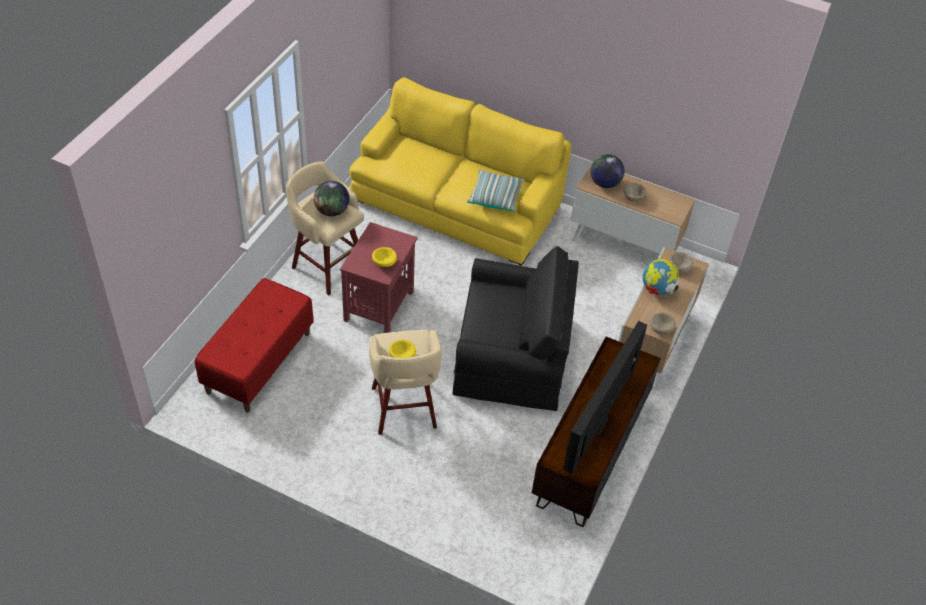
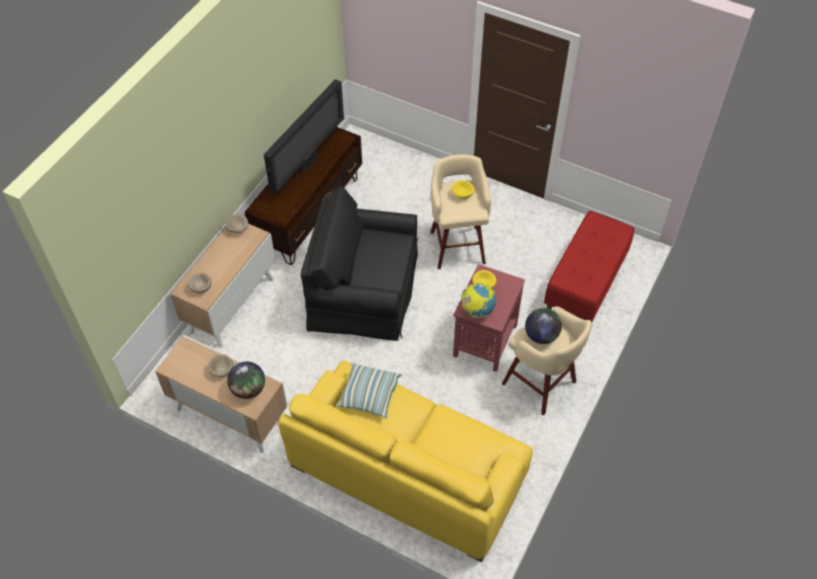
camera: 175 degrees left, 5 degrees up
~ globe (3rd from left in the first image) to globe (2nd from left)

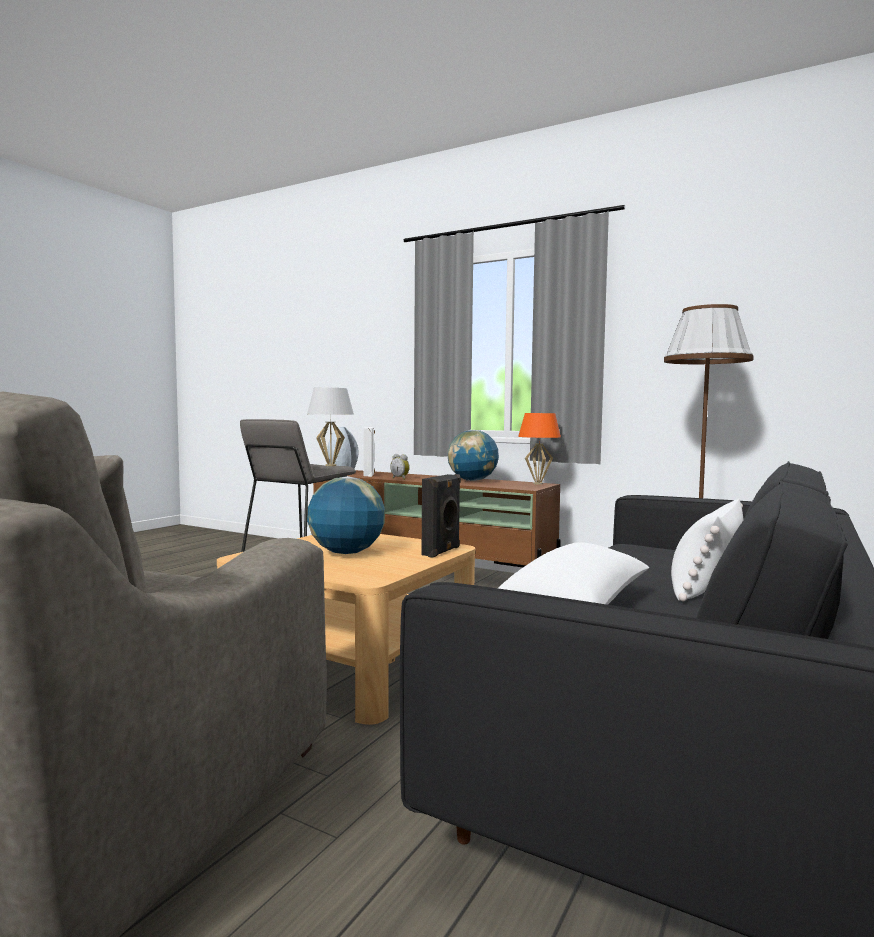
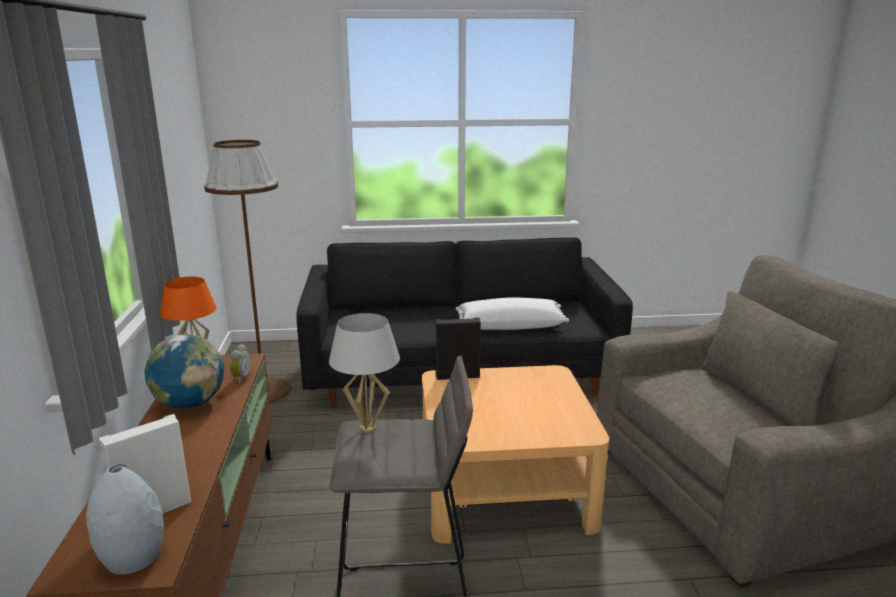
camera: 125 degrees left, 15 degrees up
~ alarm clock
- globe (1st from left)
- pillow in white (2nd from left)

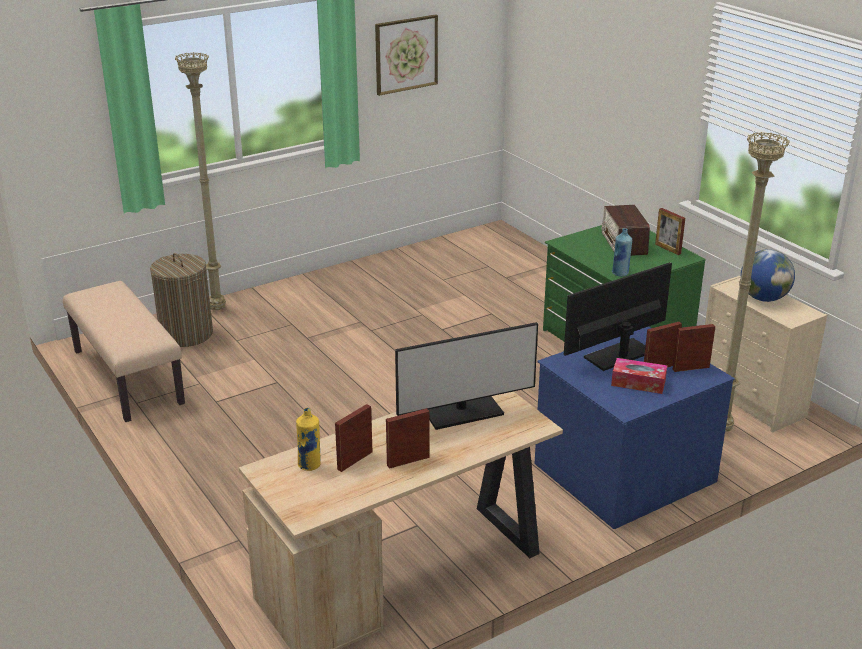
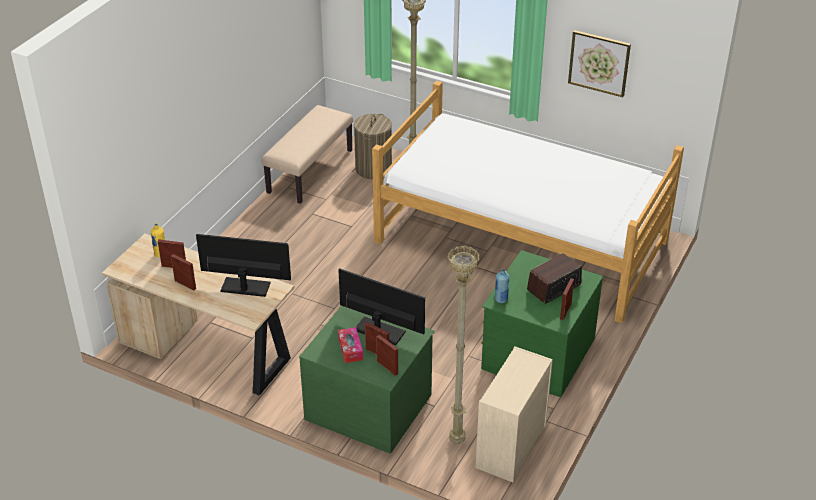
camera: 60 degrees right, 10 degrees up
~ monitor (1st from left) 150 degrees clockwise
~ dresser in blue to dresser in green (1st from left)
+ bed
- globe

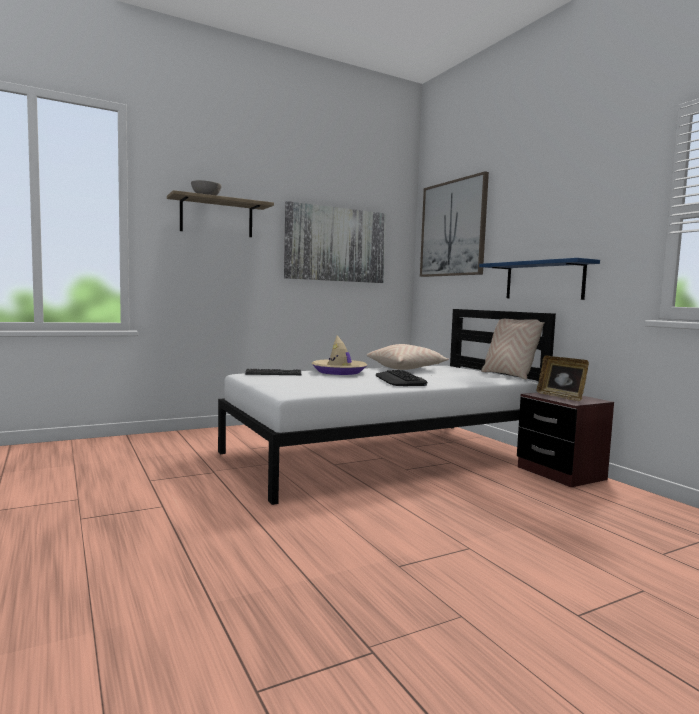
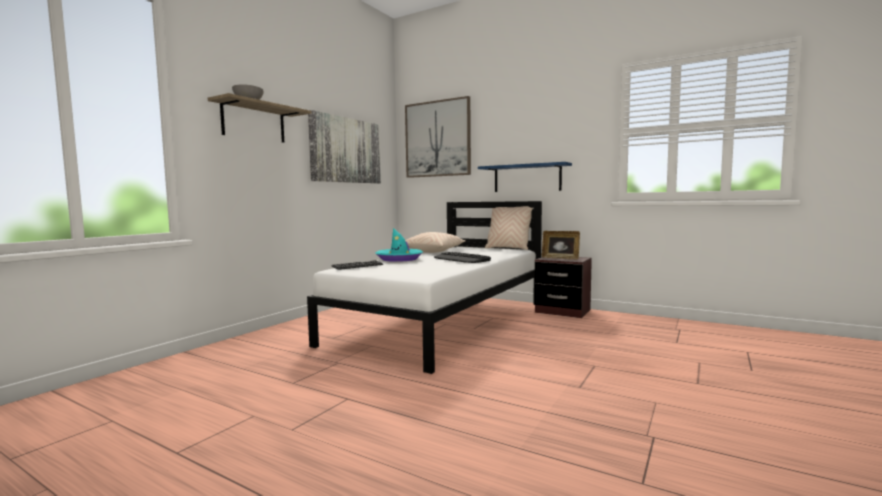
camera: 30 degrees left, 0 degrees up
~ hat in beige to hat in turquoise

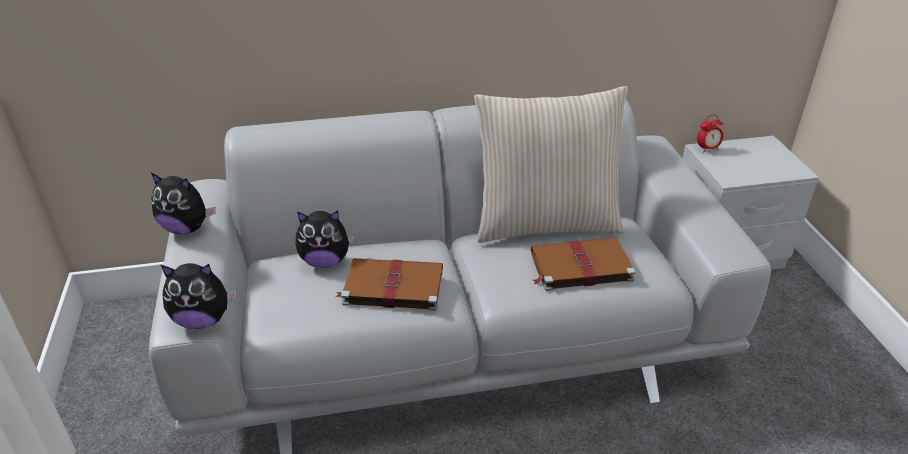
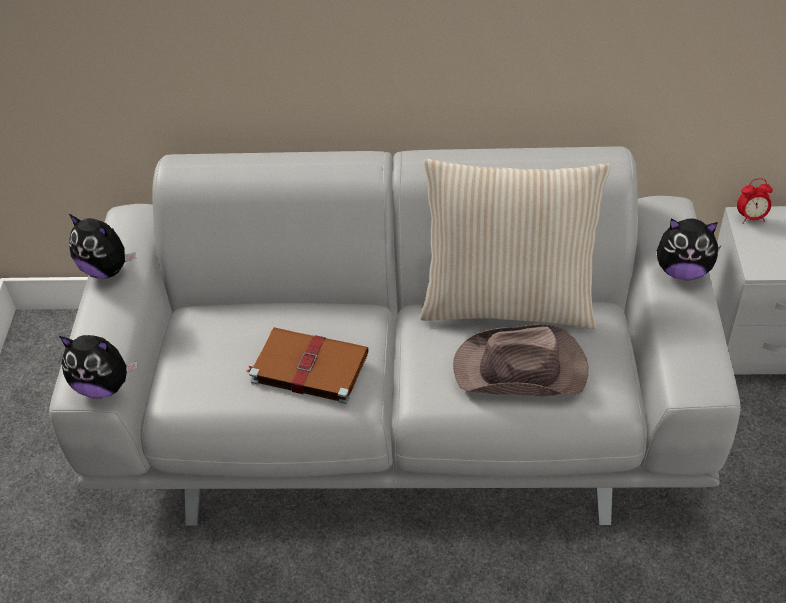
camera: 15 degrees right, 10 degrees up
~ book in brown (2nd from left) to hat in brown
~ plush toy (3rd from left)

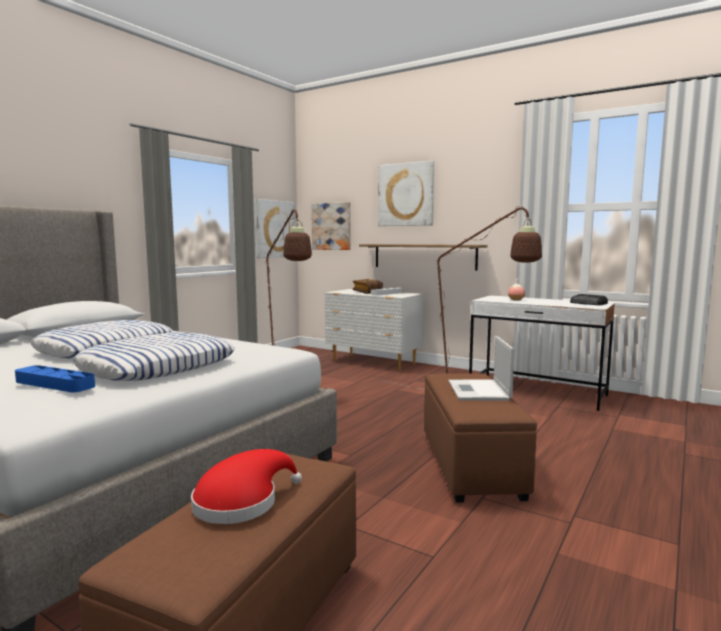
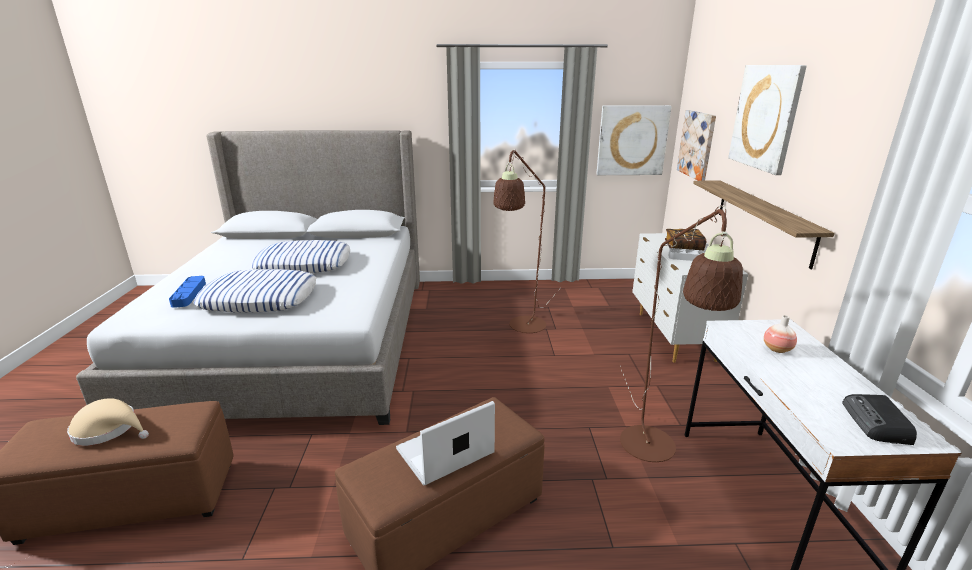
camera: 55 degrees right, 15 degrees up
~ hat in red to hat in beige

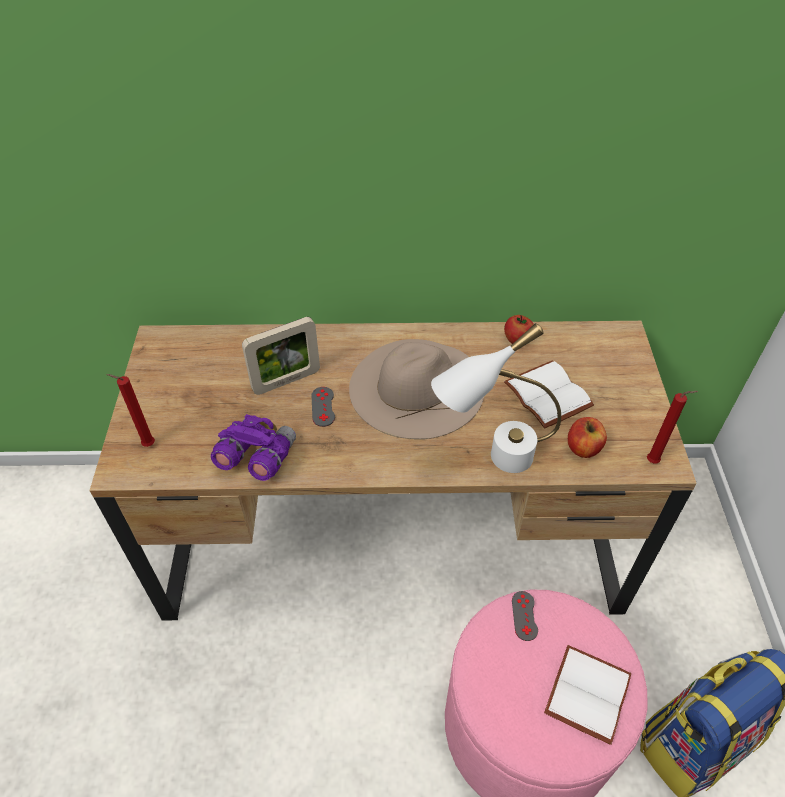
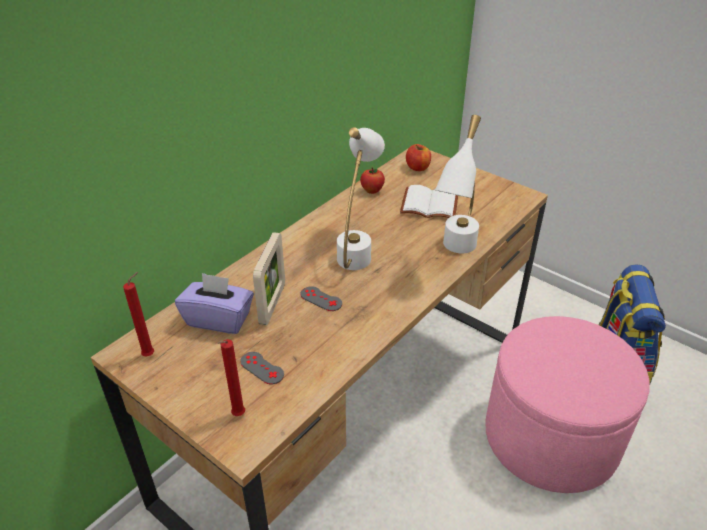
camera: 50 degrees left, 10 degrees down
~ candle in red (2nd from left in the first image) to candle in red (1st from left)
+ tissue box in purple
~ game controller in grey (2nd from left in the first image) to game controller in grey (1st from left)
~ hat in beige to table lamp in white (1st from left)
~ apple (2nd from left)
- binoculars in purple
- book in white (2nd from left)

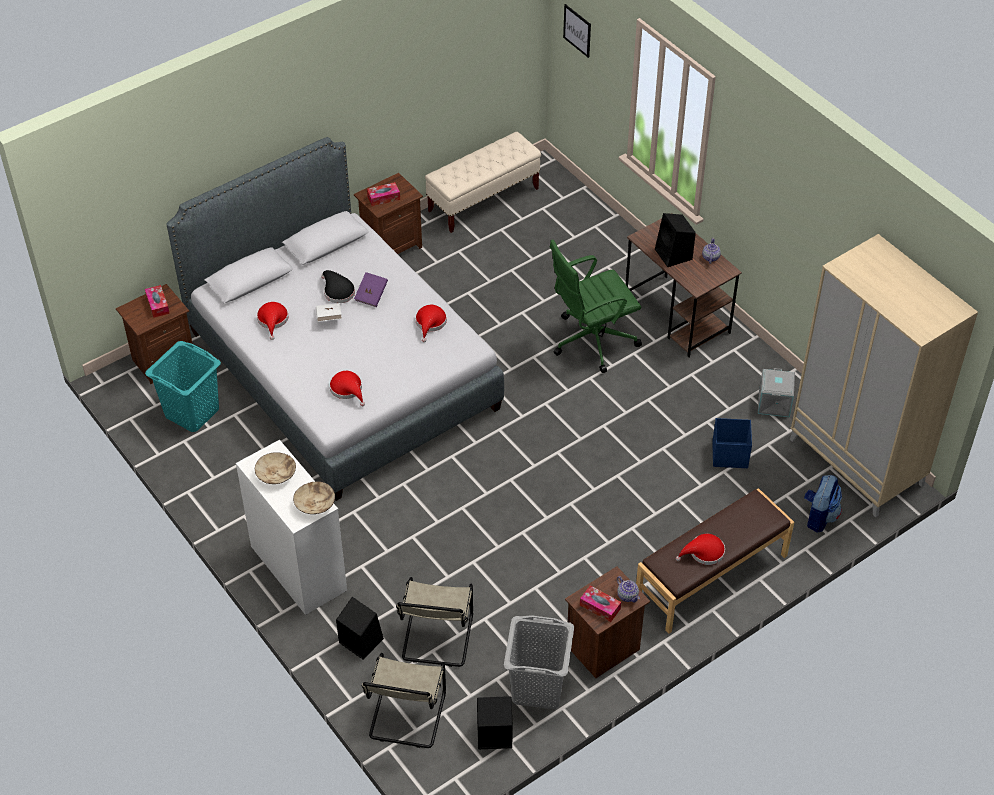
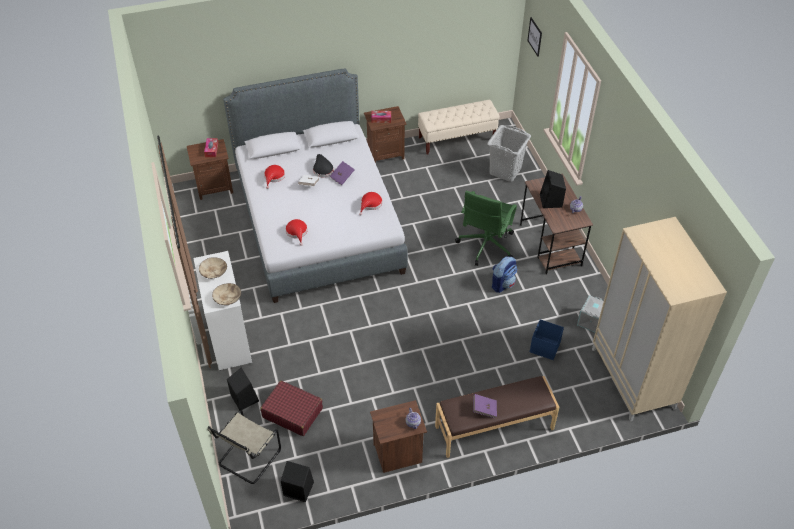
camera: 20 degrees right, 0 degrees up
~ chair in beige (2nd from left) to suitcase in red
~ office chair in green 60 degrees counterclockwise
~ hat in red (4th from left) to book in purple (2nd from left)
~ laundry basket in grey
~ backpack
- laundry basket in turquoise
- tissue box (3rd from left)

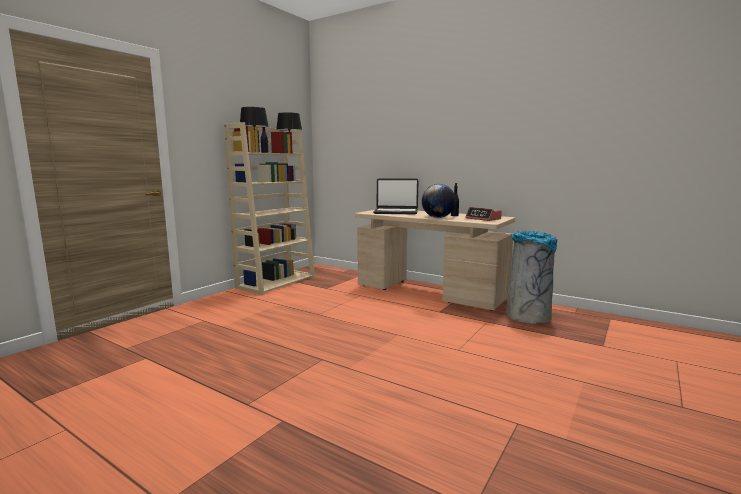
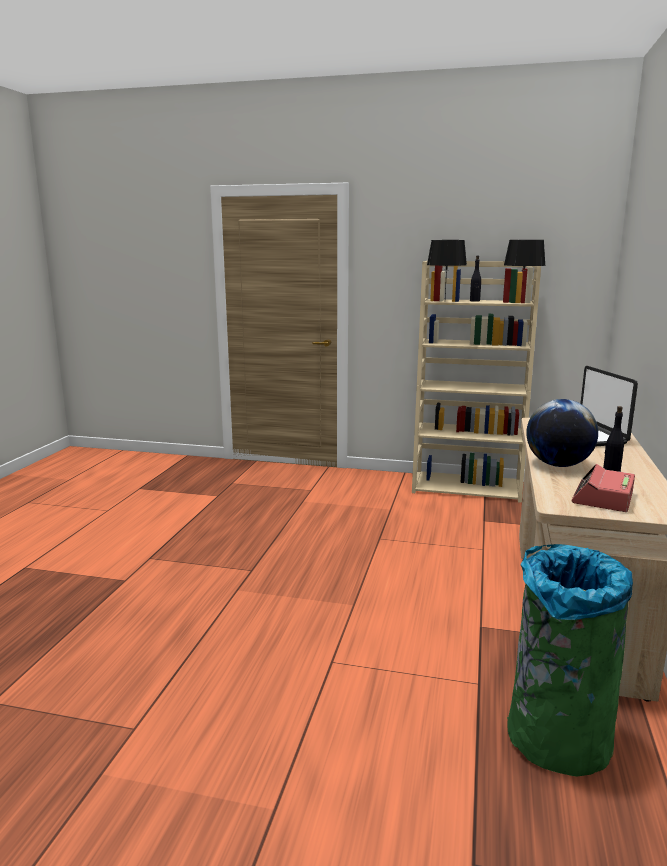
camera: 70 degrees right, 5 degrees up
~ trash can in grey to trash can in green

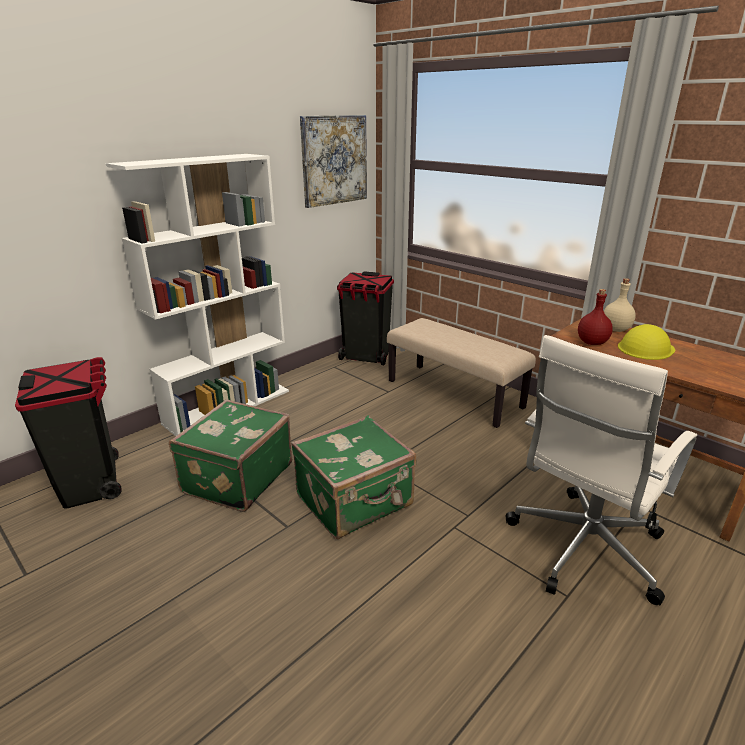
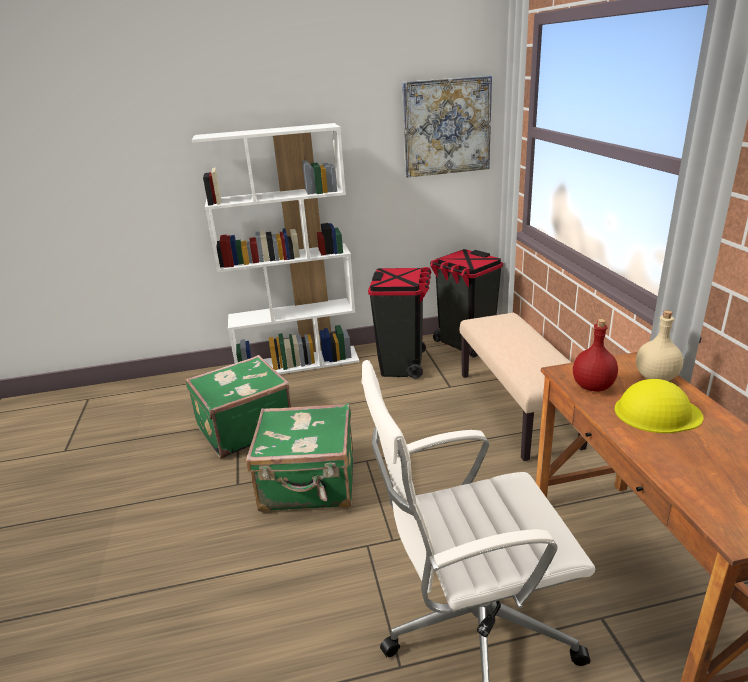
camera: 35 degrees right, 0 degrees up
~ trash can in black (1st from left)

